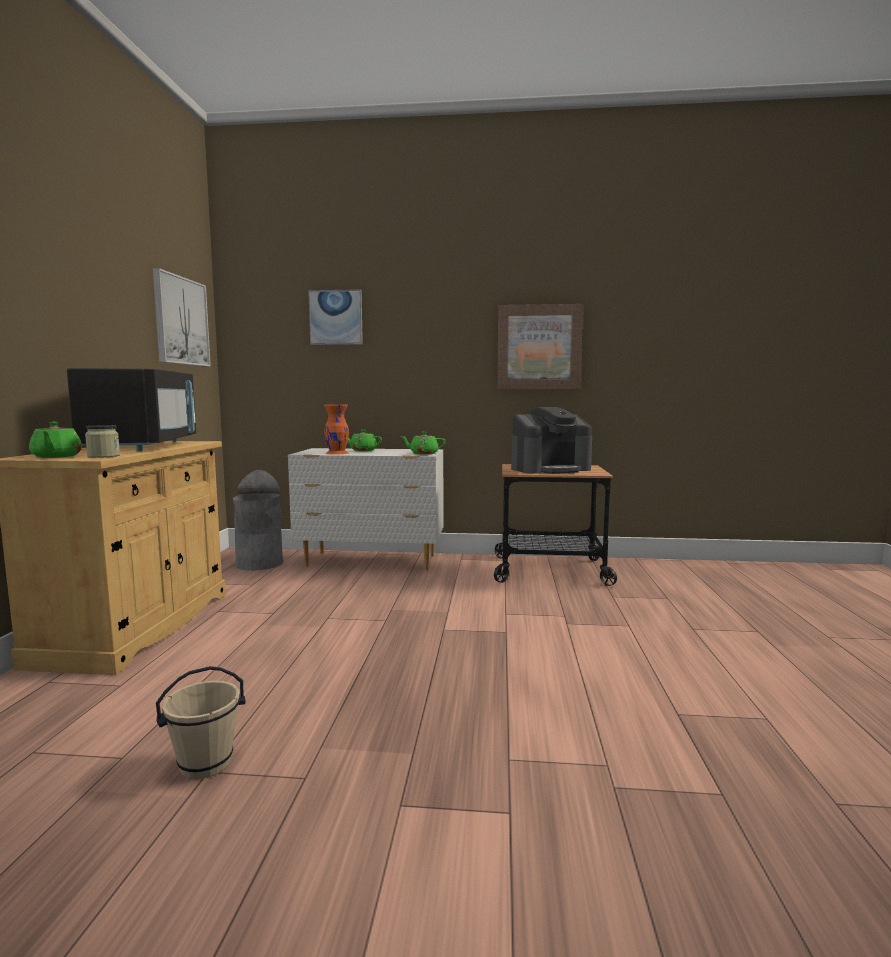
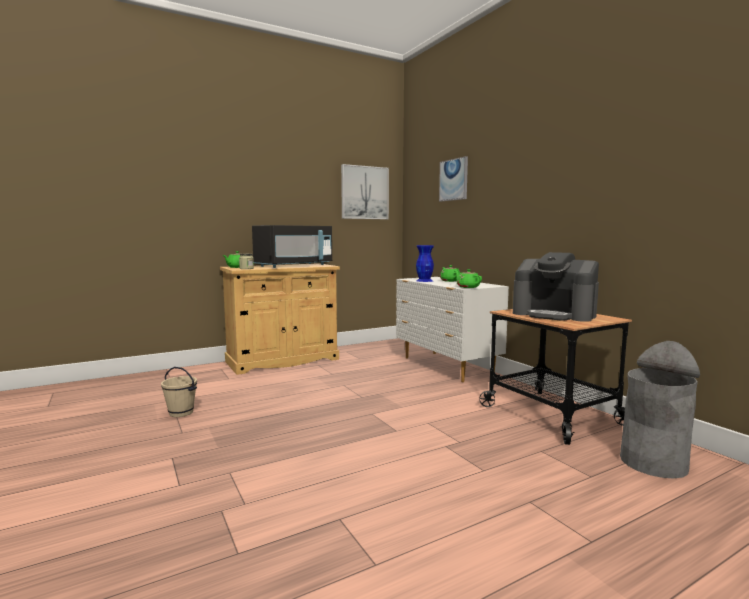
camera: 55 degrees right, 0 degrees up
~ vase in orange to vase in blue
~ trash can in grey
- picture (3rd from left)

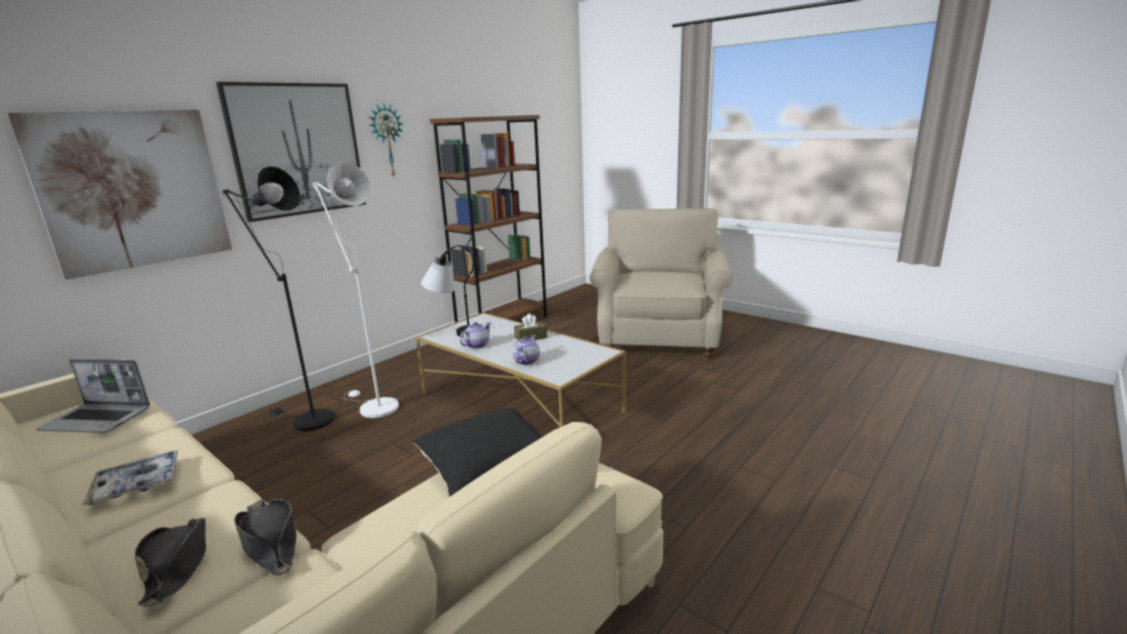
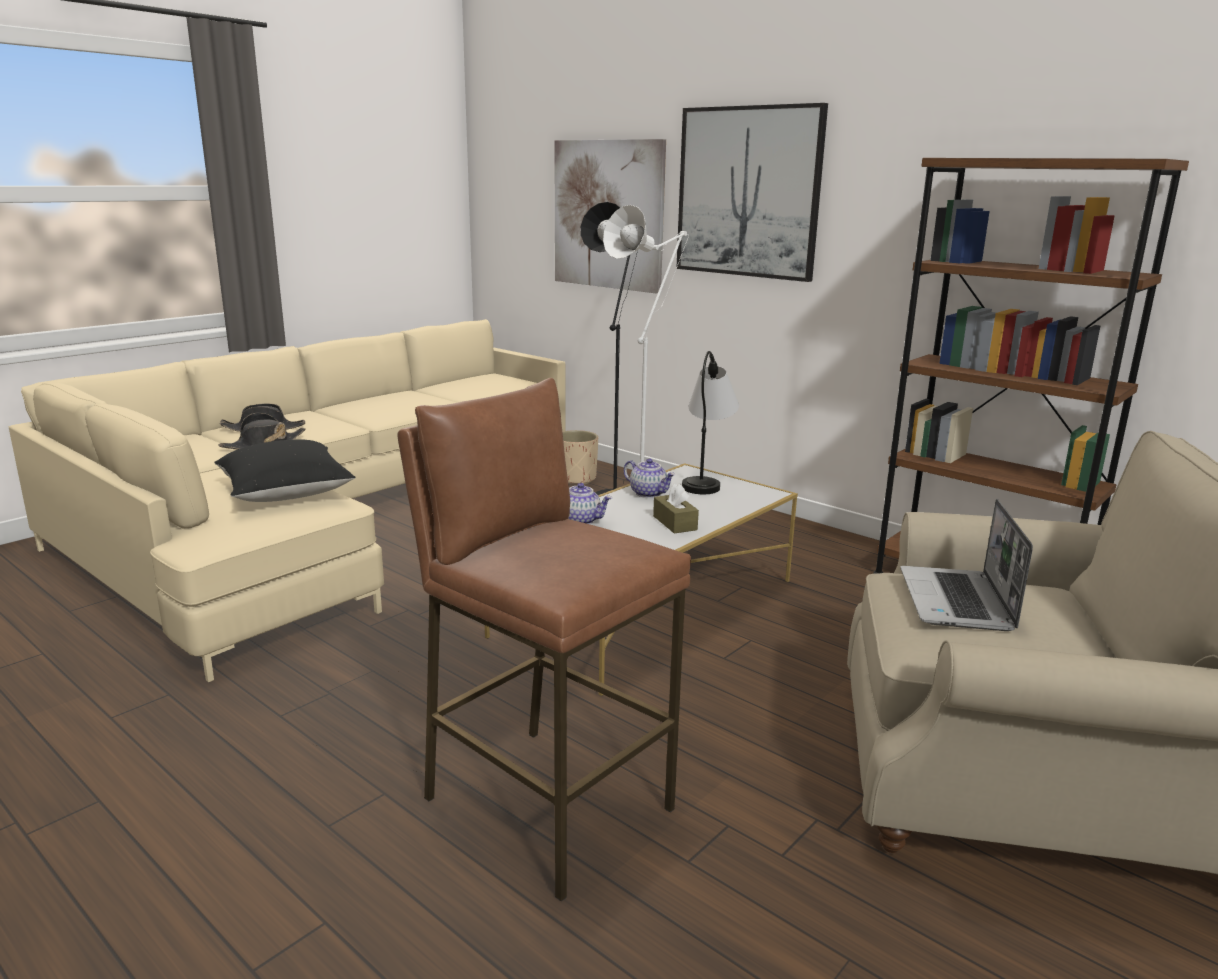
camera: 90 degrees right, 0 degrees up
+ stool in brown
+ planter in beige
~ laptop
- tray
- wall clock

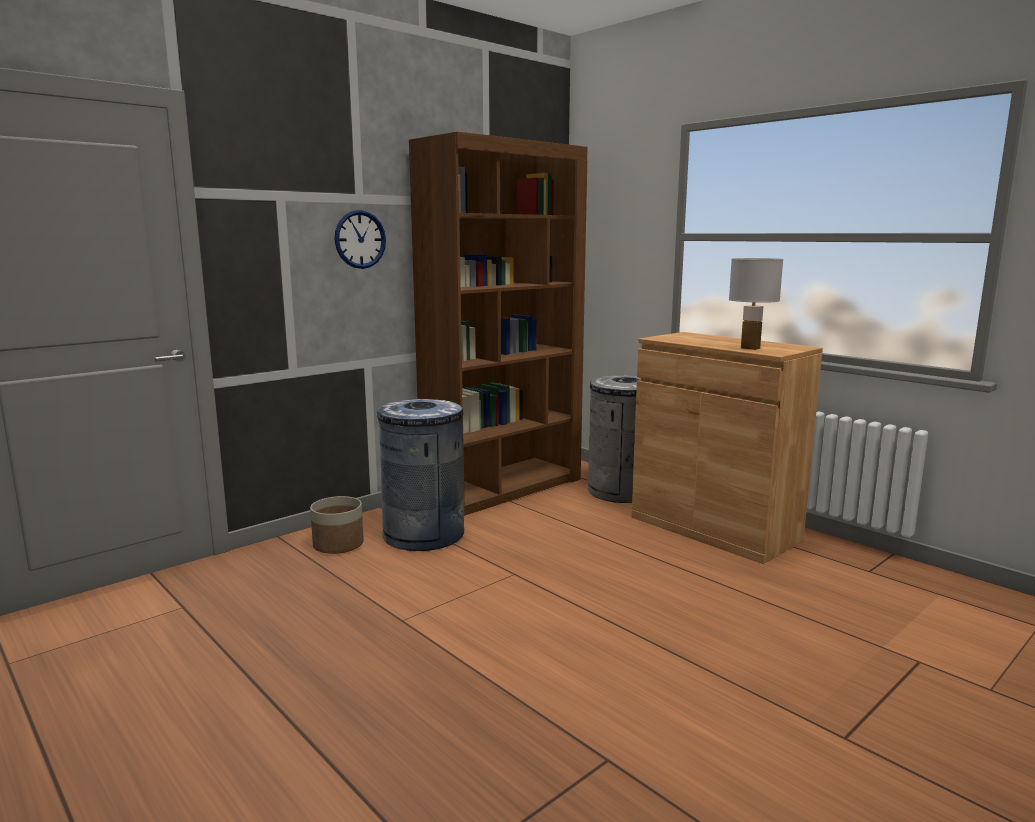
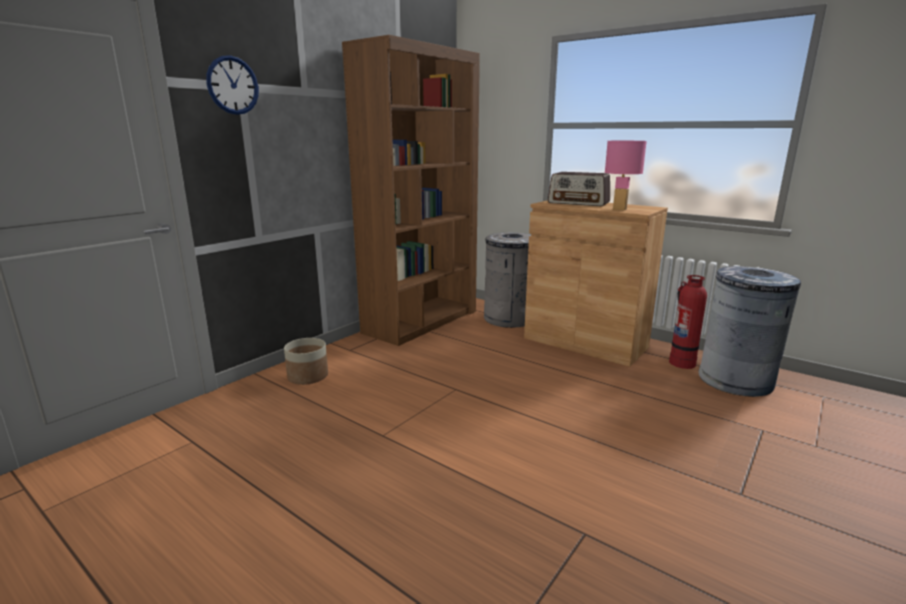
camera: 10 degrees left, 5 degrees up
~ wall clock
+ radio
~ table lamp in white to table lamp in pink
+ fire extinguisher
~ trash can in grey (1st from left in the first image) to trash can in grey (2nd from left)

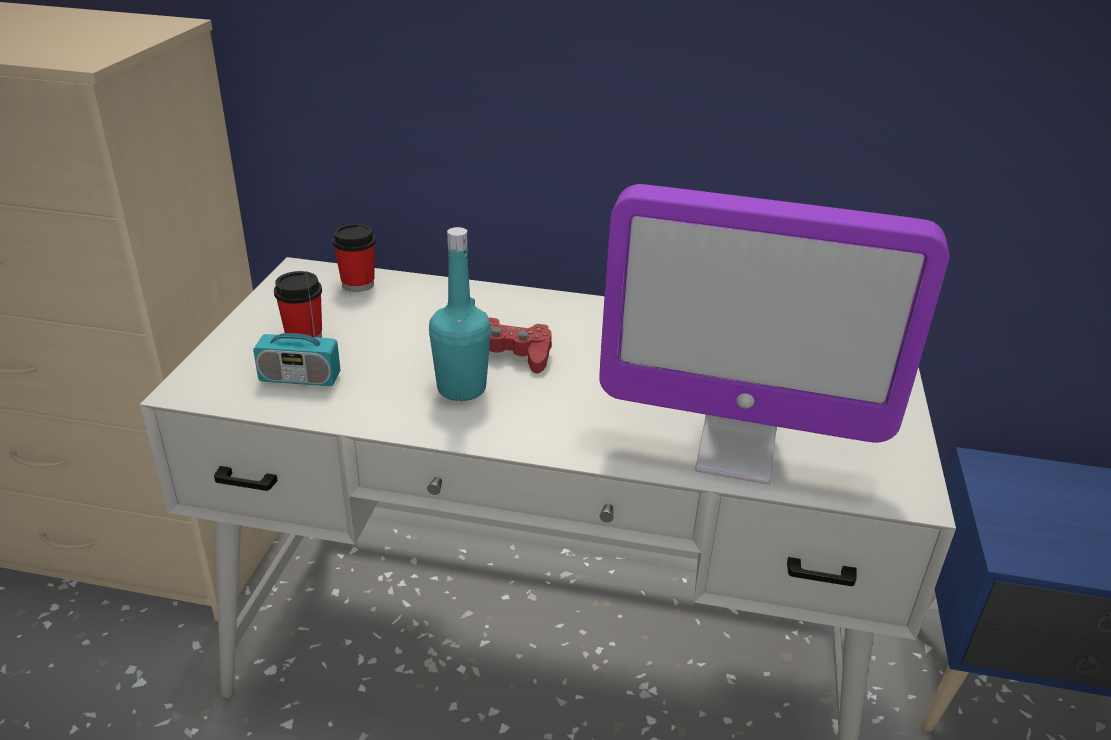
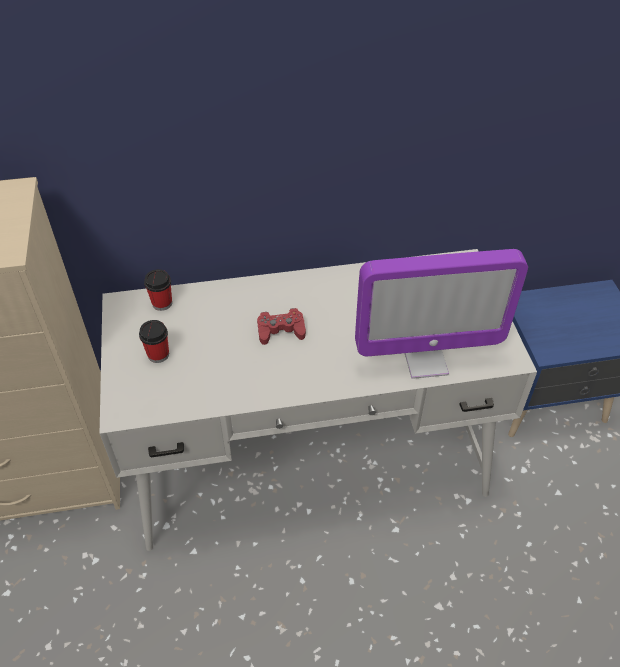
camera: 20 degrees left, 15 degrees up
- radio
- bottle in turquoise

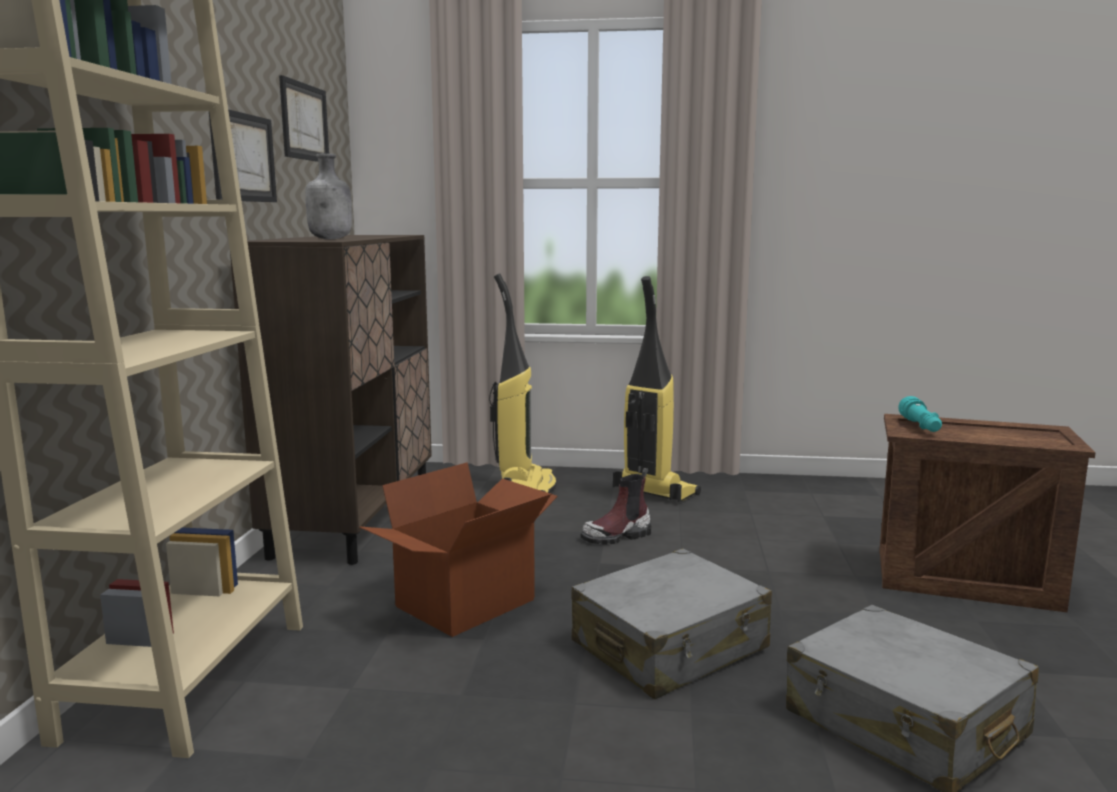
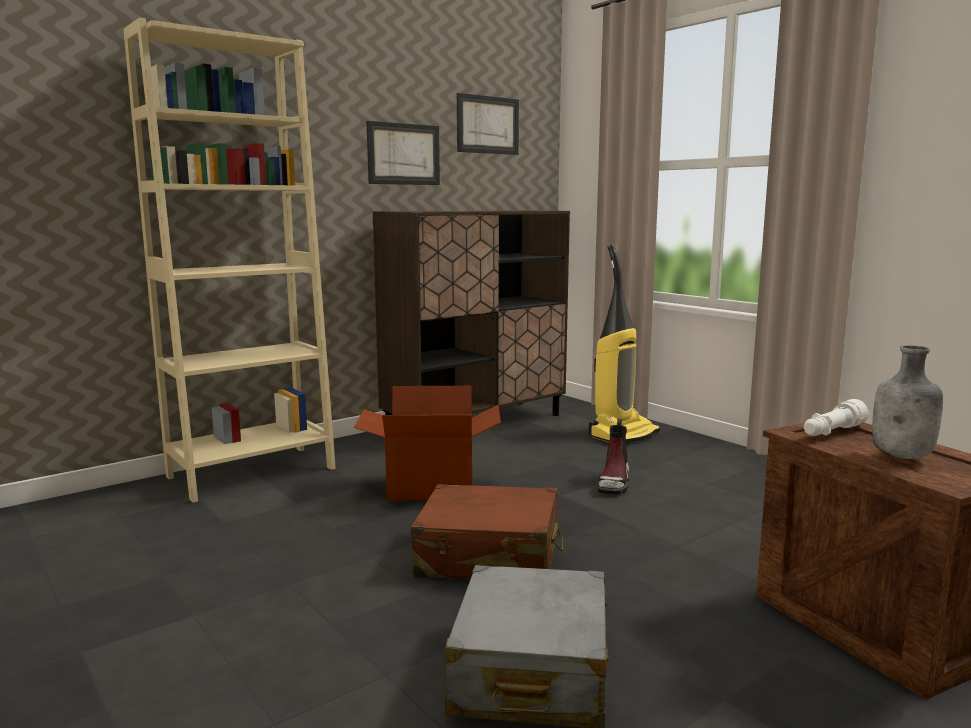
camera: 45 degrees right, 0 degrees up
~ suitcase in grey (1st from left) to suitcase in brown
~ boot 90 degrees counterclockwise
~ flashlight in turquoise to flashlight in white
~ bottle in grey
- vacuum cleaner (2nd from left)

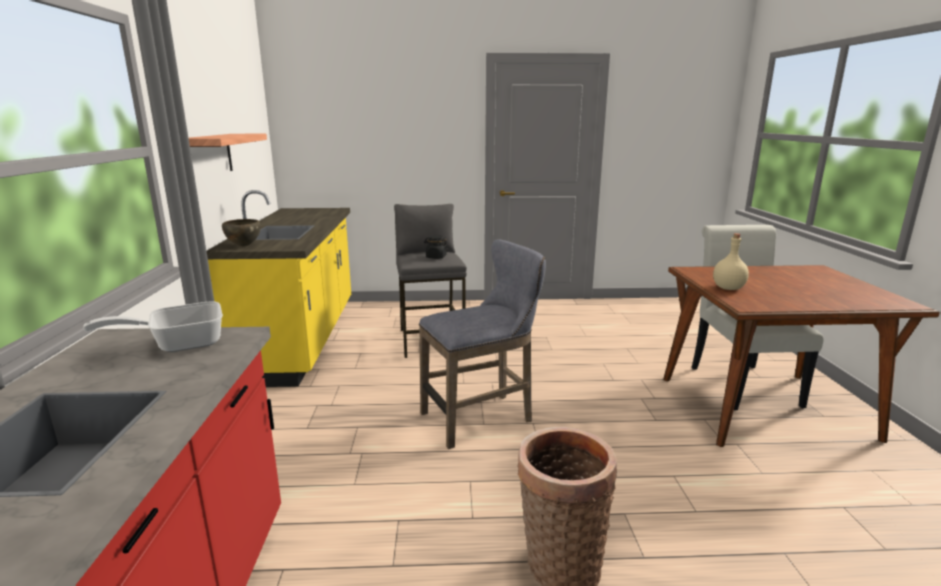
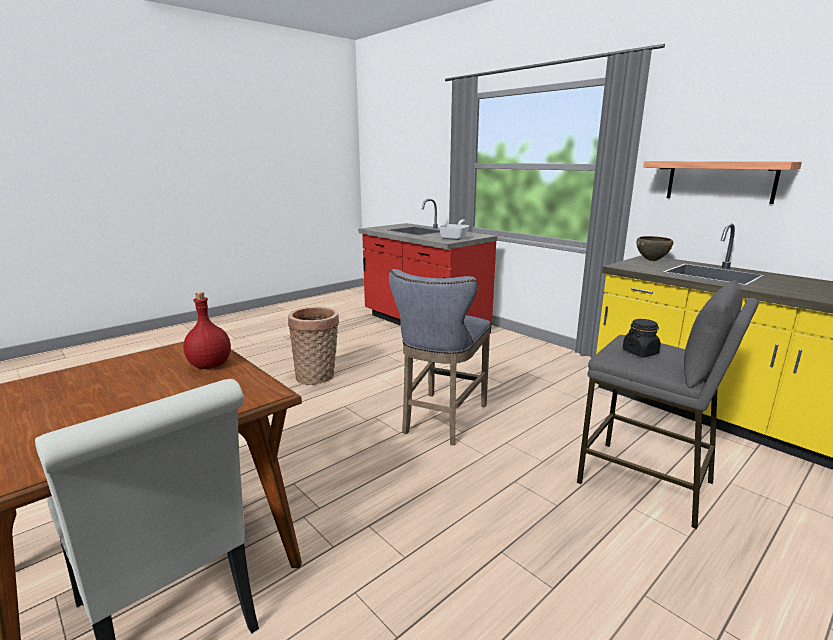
camera: 140 degrees right, 0 degrees up
~ bottle in beige to bottle in red

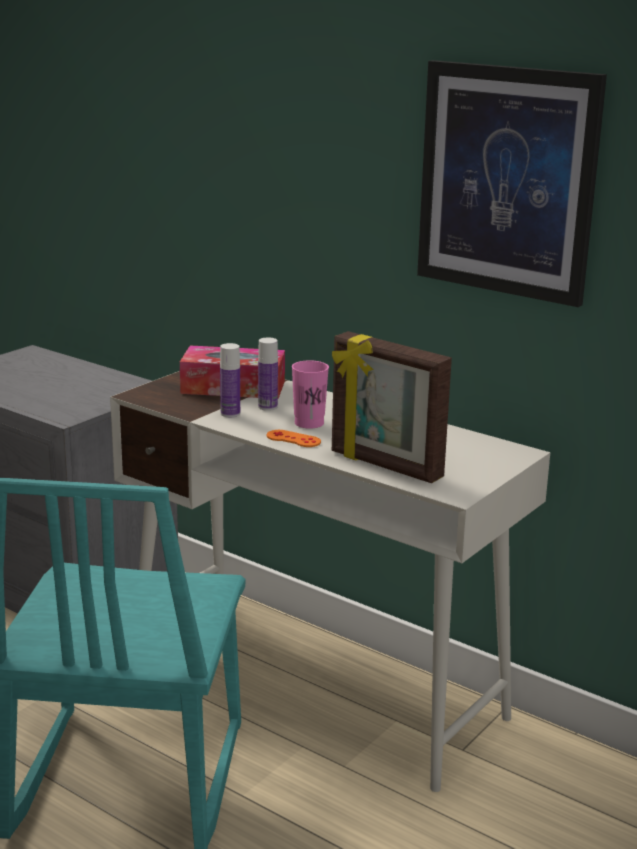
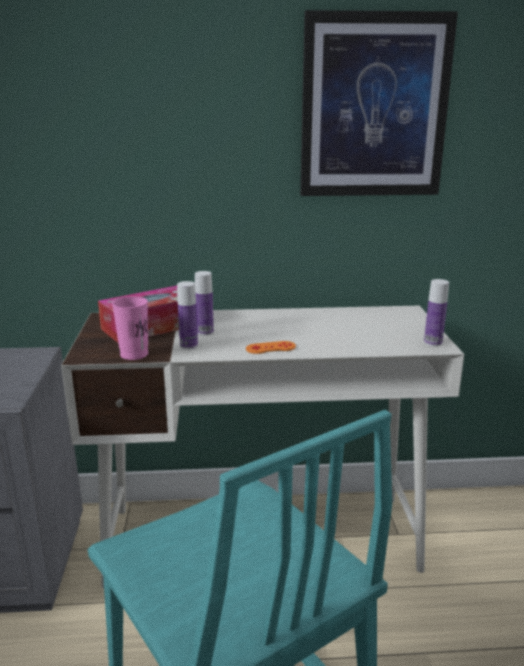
camera: 40 degrees left, 0 degrees up
~ cup in pink
+ bottle (3rd from left)
- picture frame

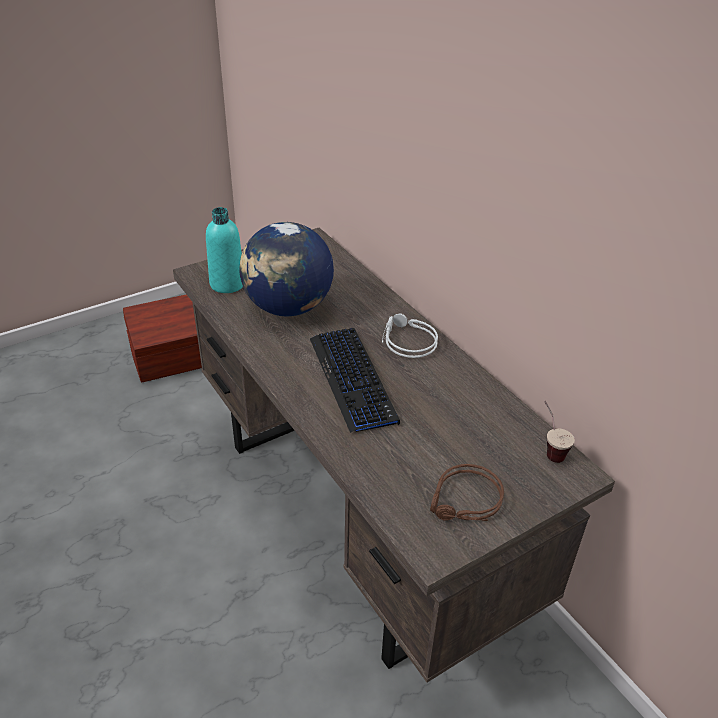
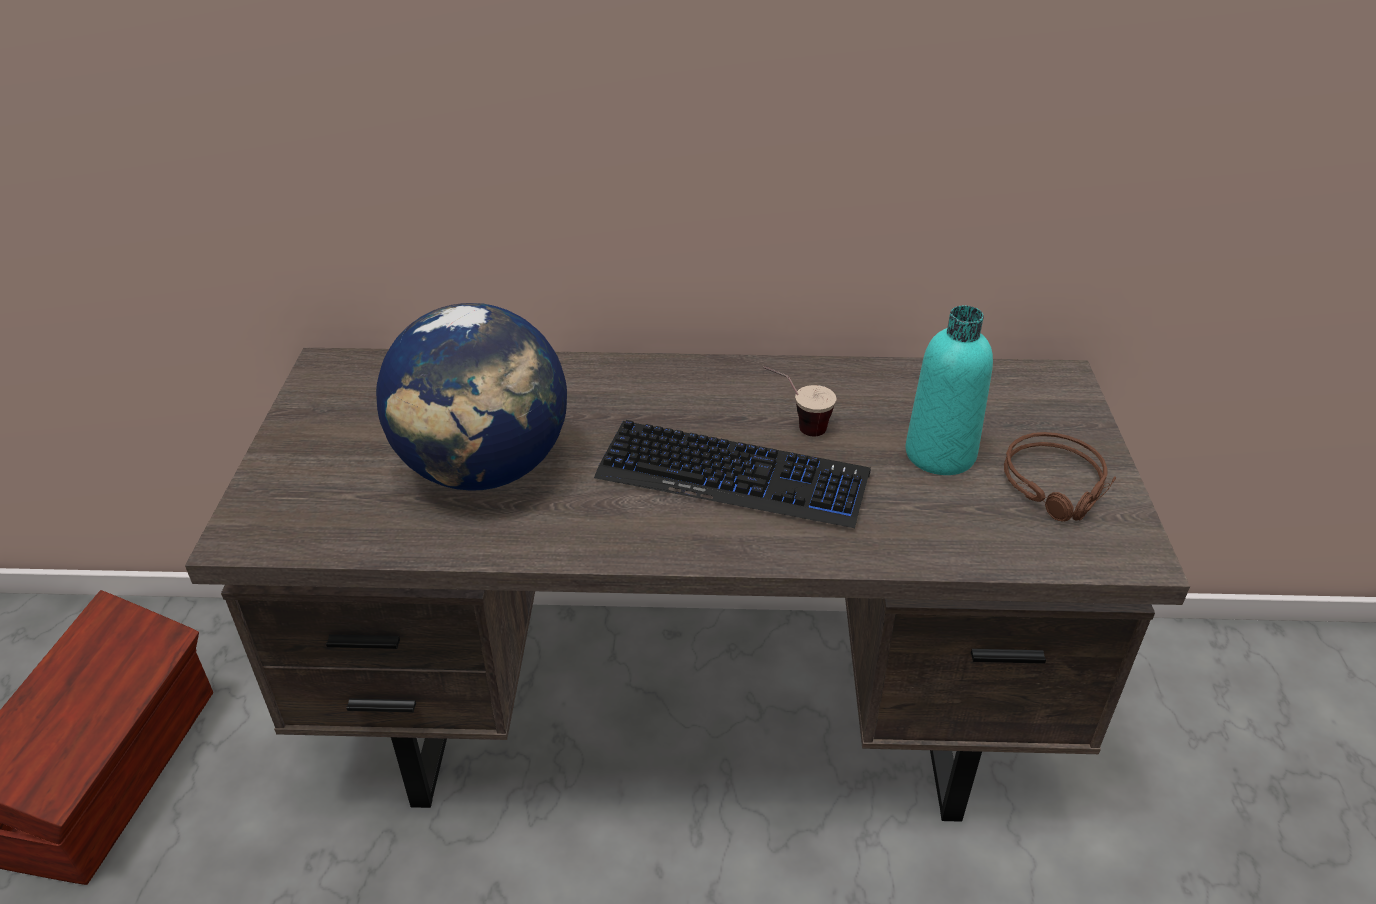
camera: 55 degrees left, 0 degrees up
~ cup
~ bottle in turquoise
- headphones in grey

